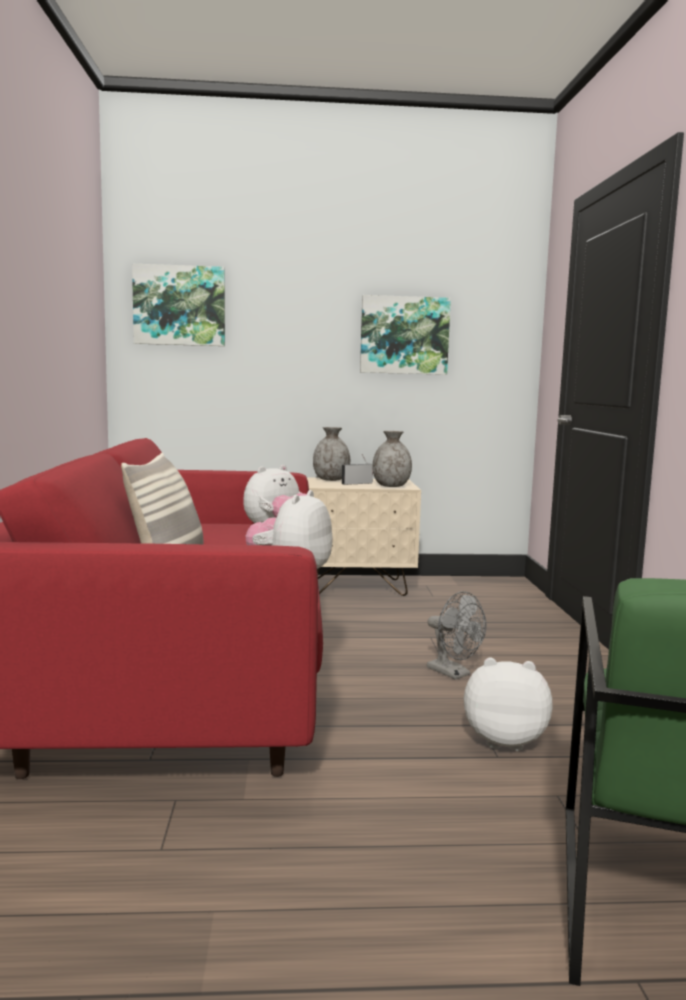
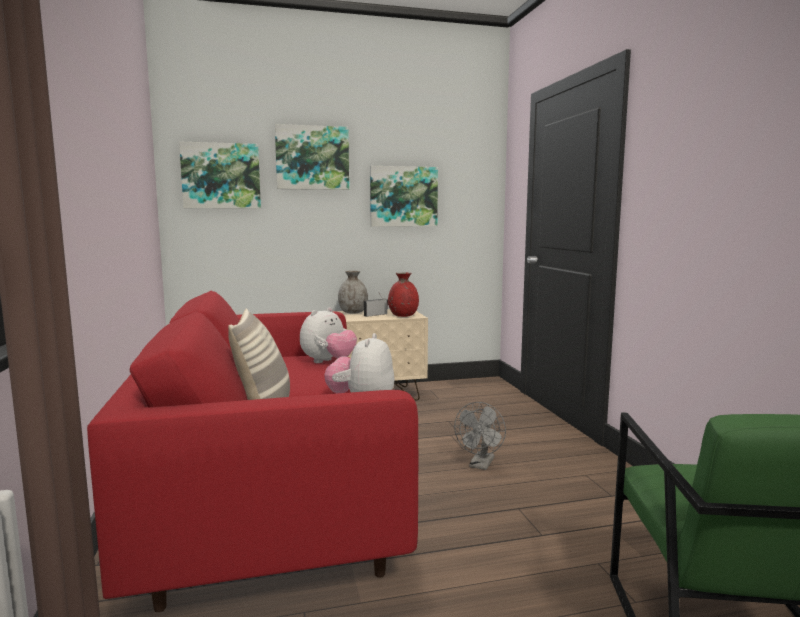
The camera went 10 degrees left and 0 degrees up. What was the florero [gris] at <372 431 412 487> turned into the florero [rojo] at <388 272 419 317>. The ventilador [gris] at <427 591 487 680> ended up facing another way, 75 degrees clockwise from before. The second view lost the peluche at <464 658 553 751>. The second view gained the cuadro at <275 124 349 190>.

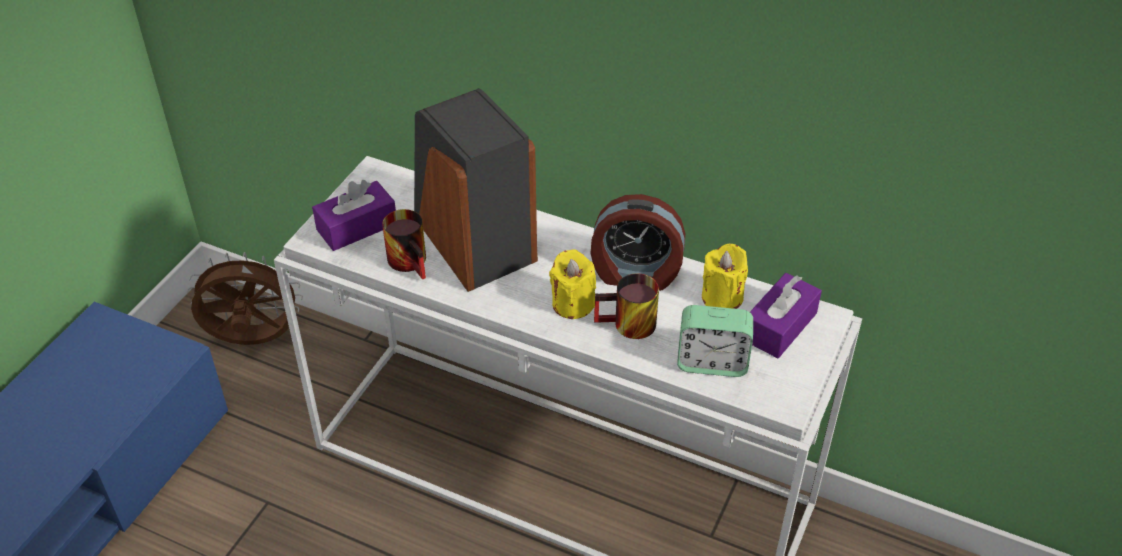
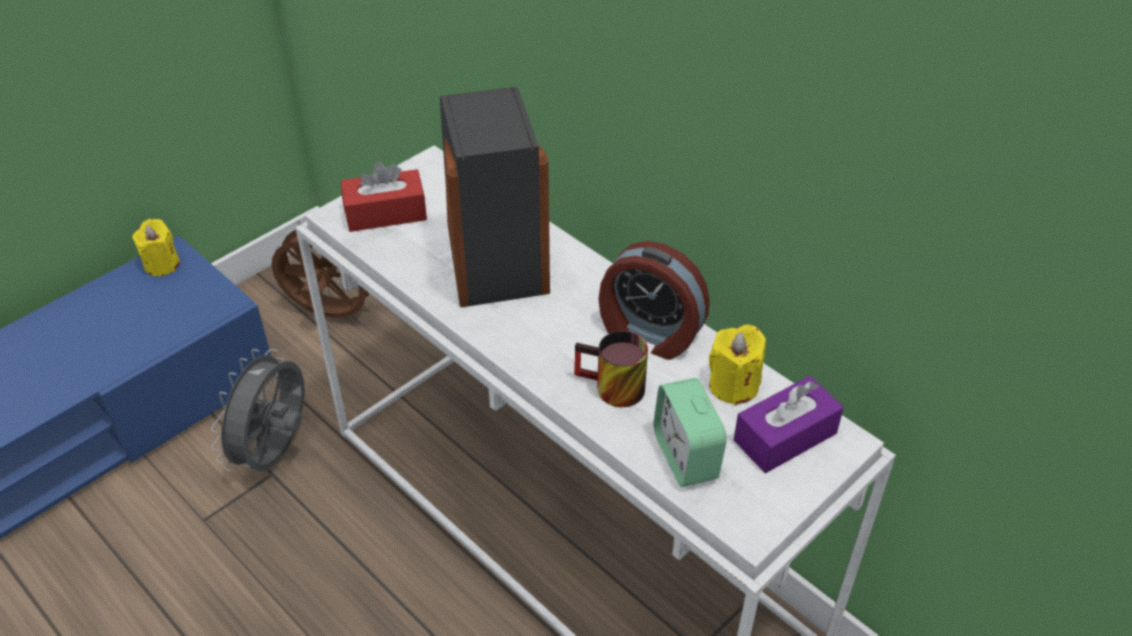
The camera went 20 degrees right and 0 degrees up. What was the caja de pañuelos [morado] at <312 180 396 251> turned into the caja de pañuelos [rojo] at <341 162 427 232>. The second view lost the taza grande at <382 209 426 280>. The vela [amarillo] ended up elsewhere, having gone from <549 249 596 319> to <132 219 180 276>. The despertador at <677 305 753 377> ended up facing another way, 45 degrees clockwise from before. The second view gained the ventilador [gris] at <211 349 305 472>.

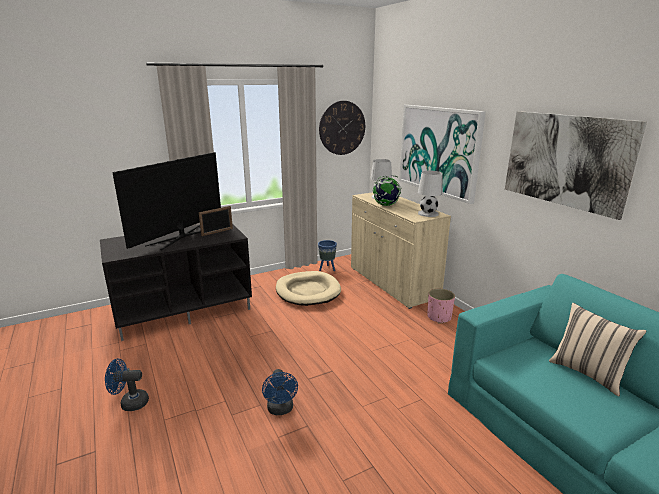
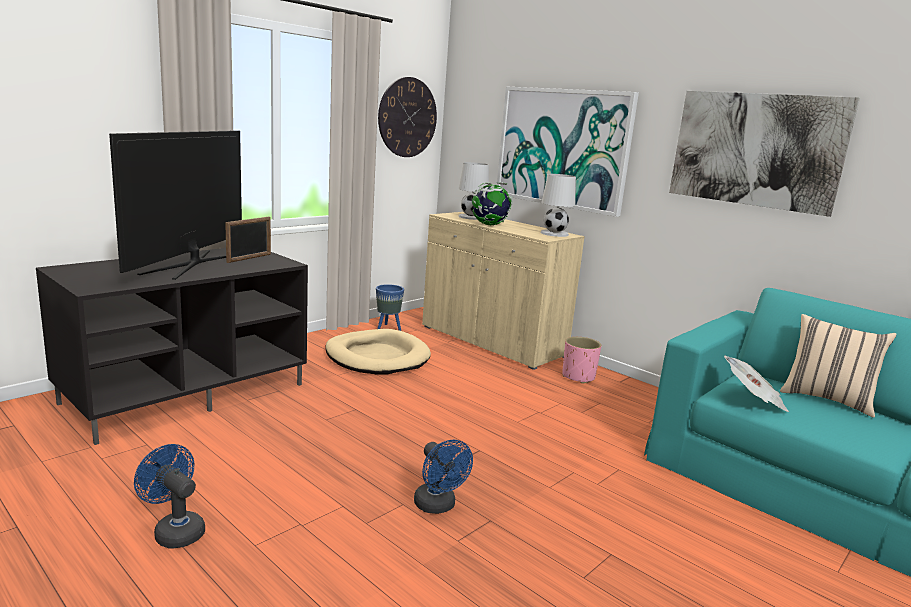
The camera went 20 degrees left and 5 degrees down. The ventilador [azul] at <105 358 149 411> ended up facing another way, 60 degrees clockwise from before. The second view gained the periódico at <724 356 789 412>.

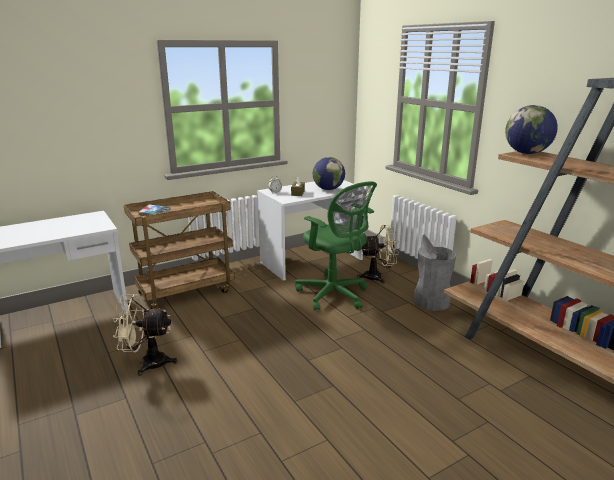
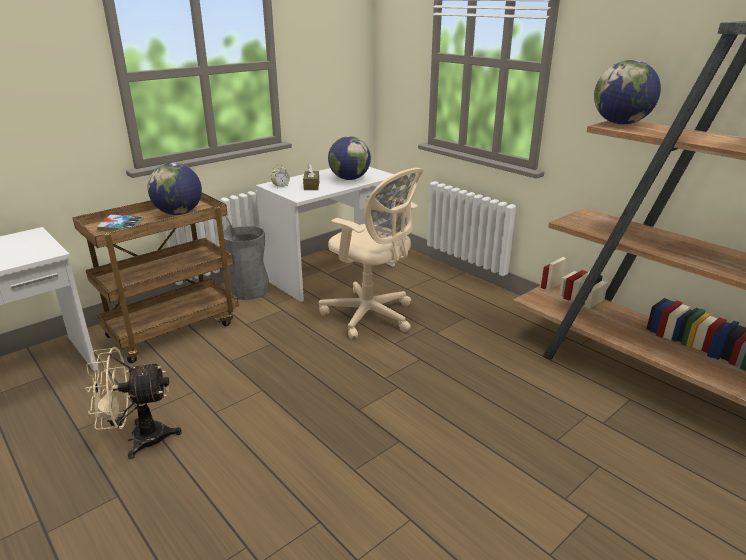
The camera went 10 degrees left and 5 degrees up. What was the silla de oficina [verde] at <295 182 377 310> turned into the silla de oficina [beis] at <319 168 423 339>. The second view lost the ventilador [beis] at <357 225 399 284>. The papelera [gris] ended up elsewhere, having gone from <414 235 456 311> to <223 216 270 300>. The second view gained the globo terráqueo at <148 163 202 215>.

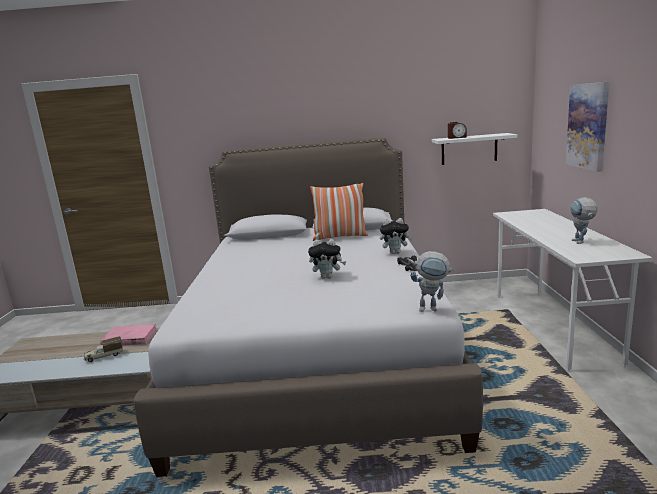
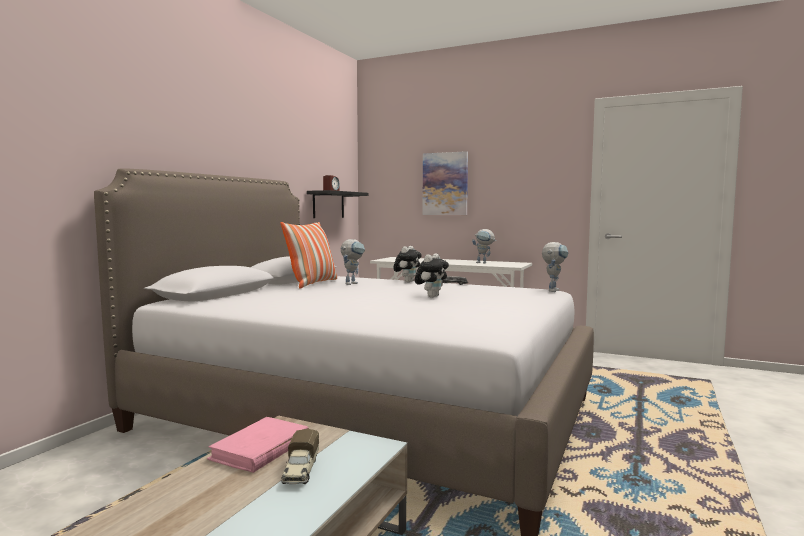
The camera went 65 degrees left and 10 degrees down. What was the estante [blanco] at <432 133 517 165> turned into the estante [negro] at <307 190 368 218>. The second view gained the robot de juguete at <341 239 365 285>.

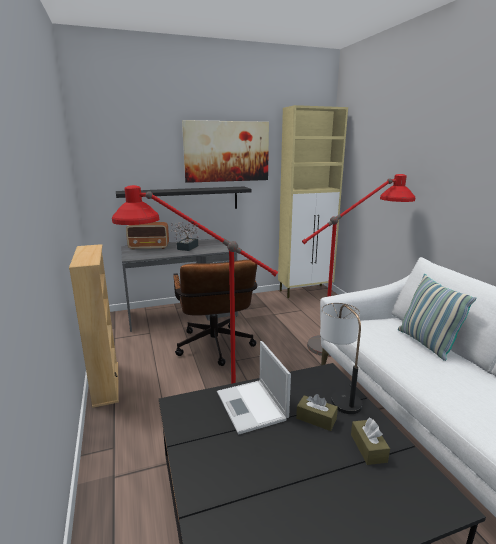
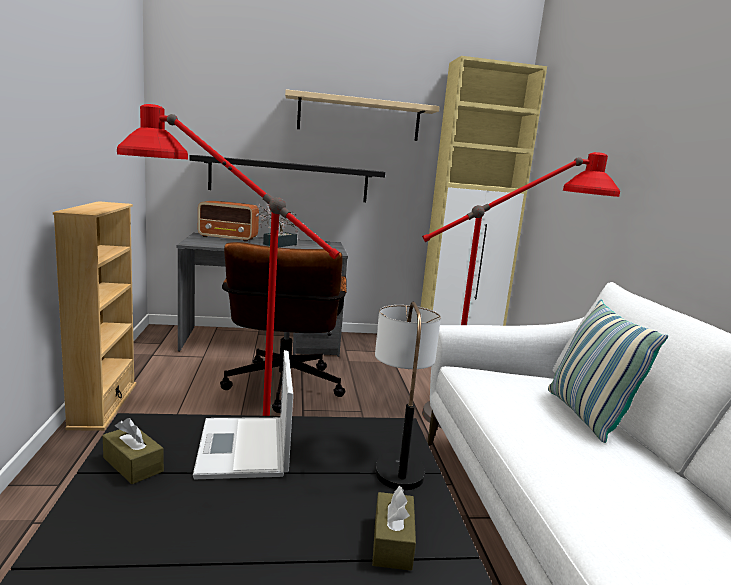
The camera went 10 degrees right and 5 degrees down. Where the cuadro hung at <182 120 269 183>, the estante [beis] came to hang at <285 89 440 141>. The caja de pañuelos [marrón] ended up elsewhere, having gone from <296 394 338 431> to <103 418 164 484>.

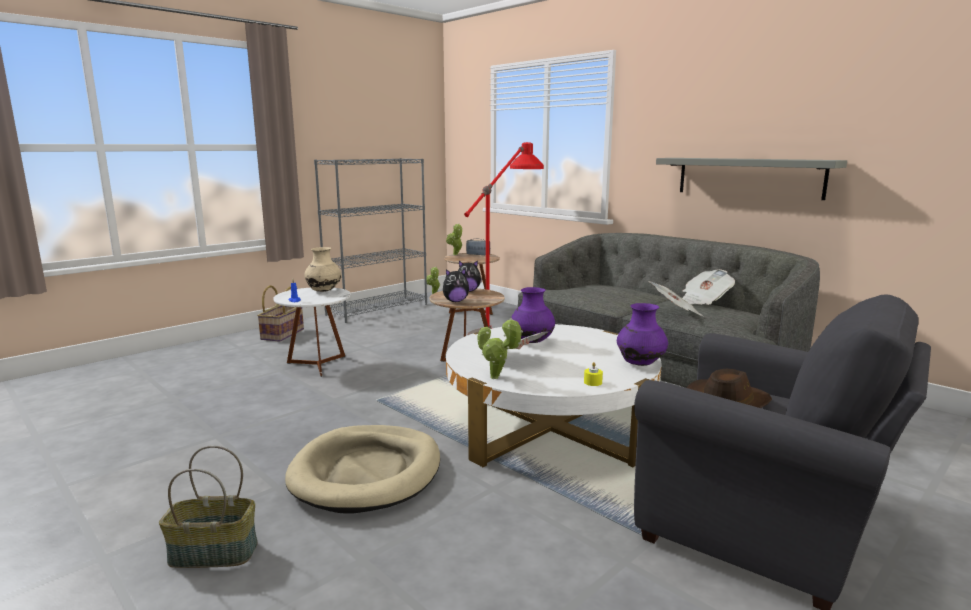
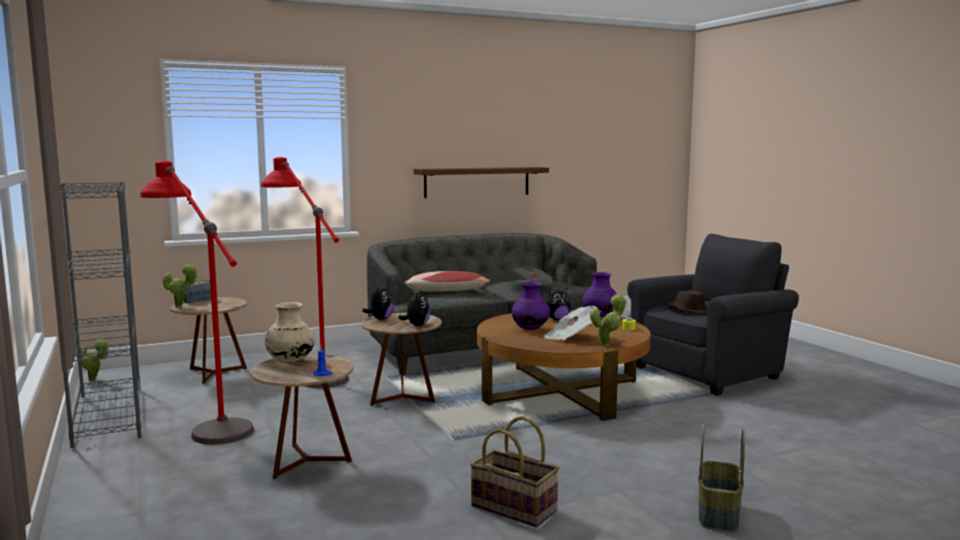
The camera went 70 degrees left and 5 degrees down. What was the estante [gris] at <656 158 847 200> turned into the estante [marrón] at <413 167 549 198>. The second view lost the periódico at <682 269 735 305>. The cesta ended up elsewhere, having gone from <257 285 304 342> to <470 416 559 527>. What was the mesa auxiliar [blanco] at <273 288 351 377> turned into the mesa auxiliar [marrón] at <251 354 354 479>. What was the mesa de centro [blanco] at <446 324 662 467> turned into the mesa de centro [marrón] at <477 310 651 421>. The second view lost the cama para perro [beis] at <285 425 440 513>. The second view gained the lámpara de pie [rojo] at <140 161 254 445>. The second view gained the cojín at <403 271 491 292>. The second view gained the peluche at <547 287 571 320>.

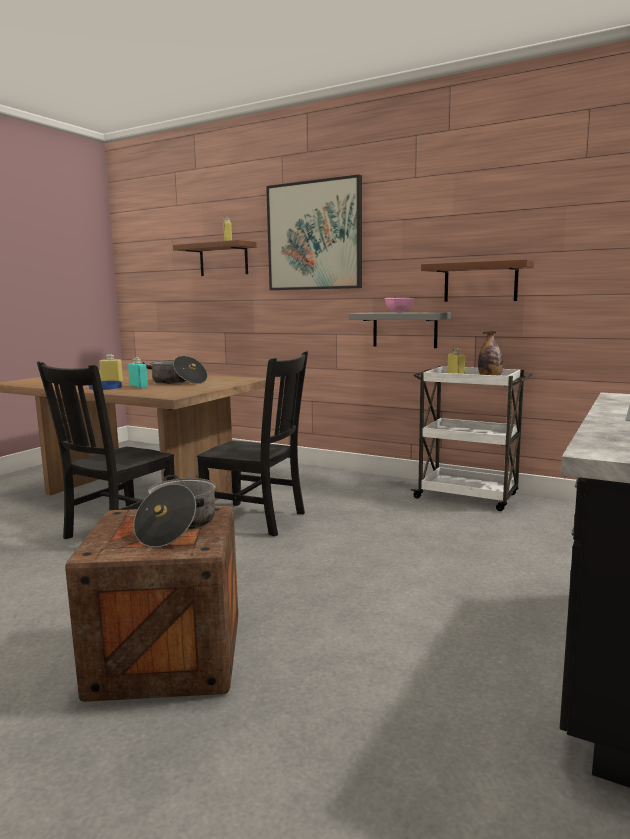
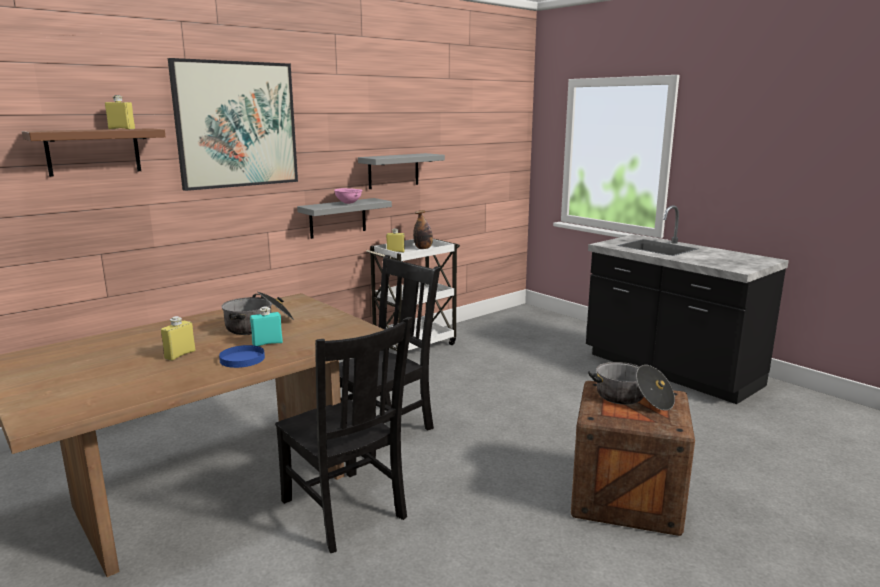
The camera went 70 degrees left and 5 degrees up. What was the estante [marrón] at <421 259 534 302> turned into the estante [gris] at <358 153 445 189>.

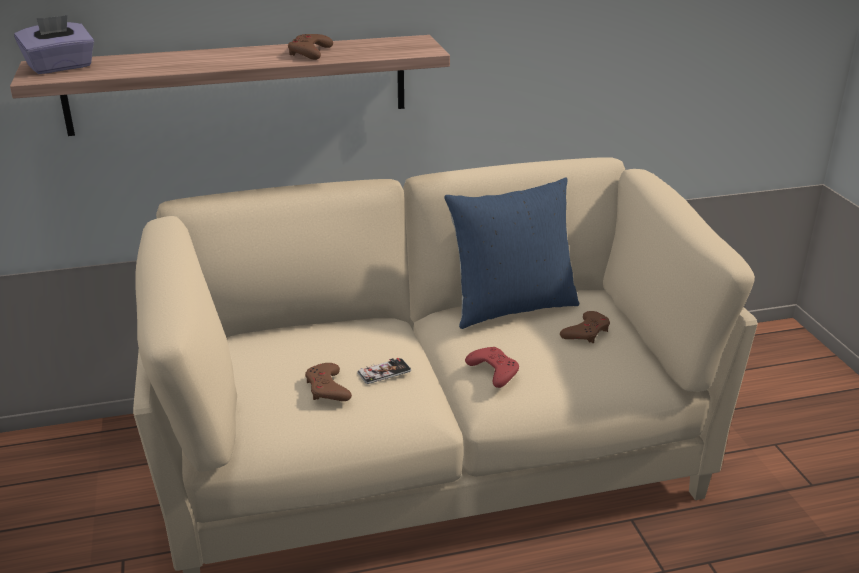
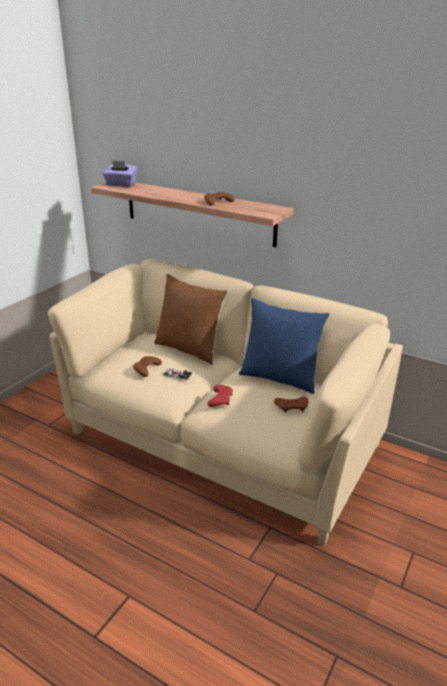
The camera went 45 degrees right and 0 degrees up. The second view gained the cojín [marrón] at <154 274 227 365>.

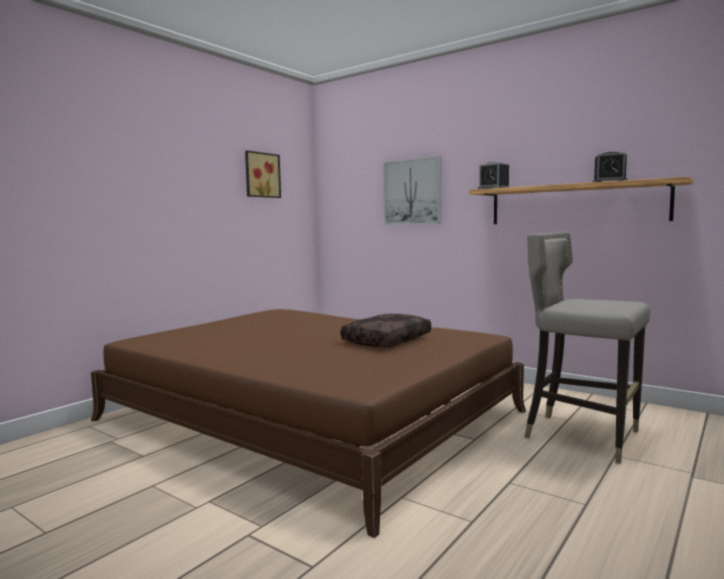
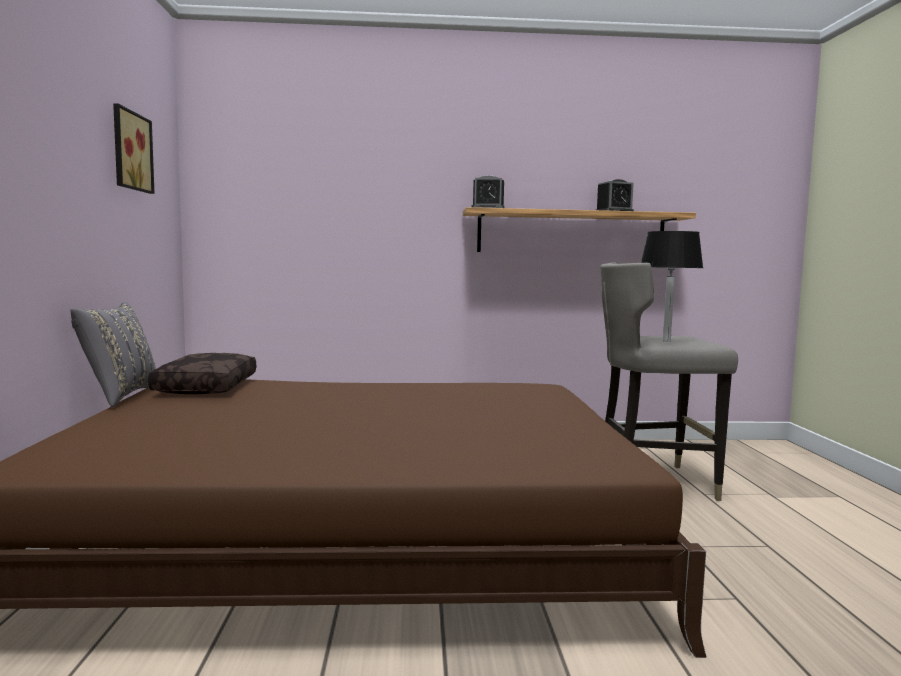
The camera went 40 degrees left and 0 degrees up. The second view lost the cuadro at <383 156 441 225>. The cojín [marrón] ended up elsewhere, having gone from <341 314 431 347> to <148 353 256 394>. The second view gained the lámpara de mesa [negro] at <641 231 703 342>. The second view gained the cojín [gris] at <70 302 156 407>.

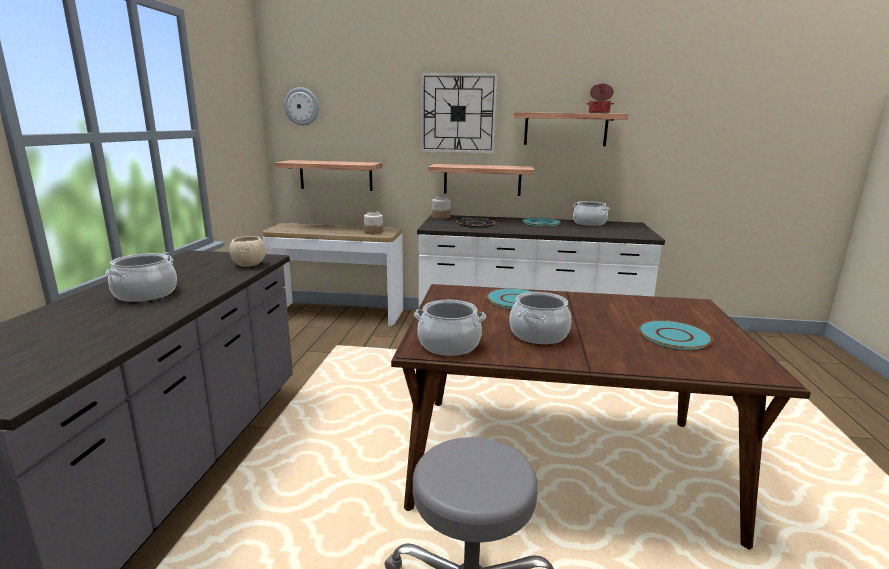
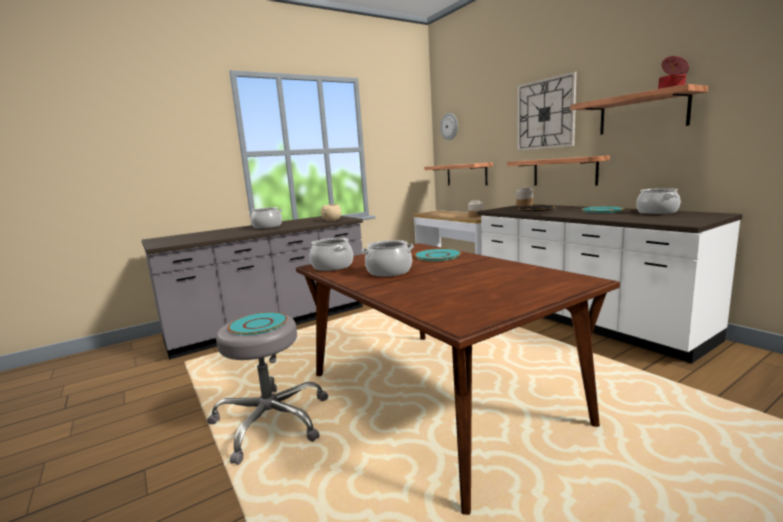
The camera went 50 degrees right and 5 degrees down. The plato [turquesa] ended up elsewhere, having gone from <638 320 713 350> to <228 312 287 335>.

